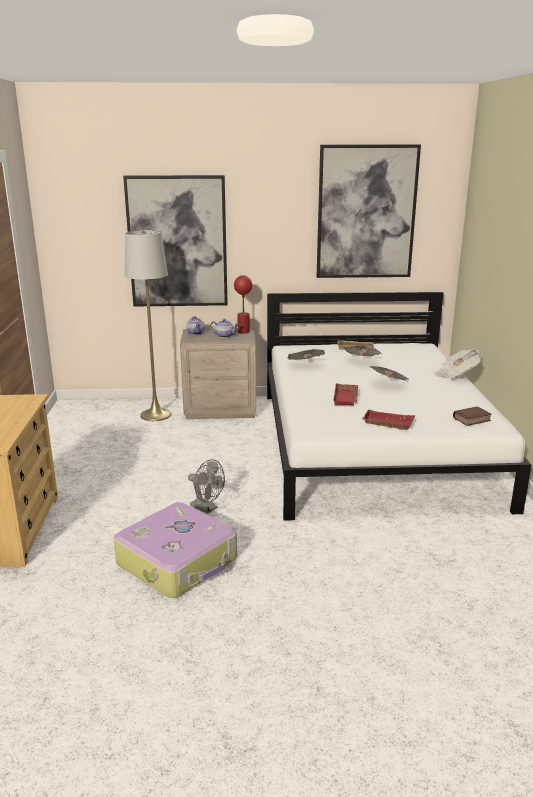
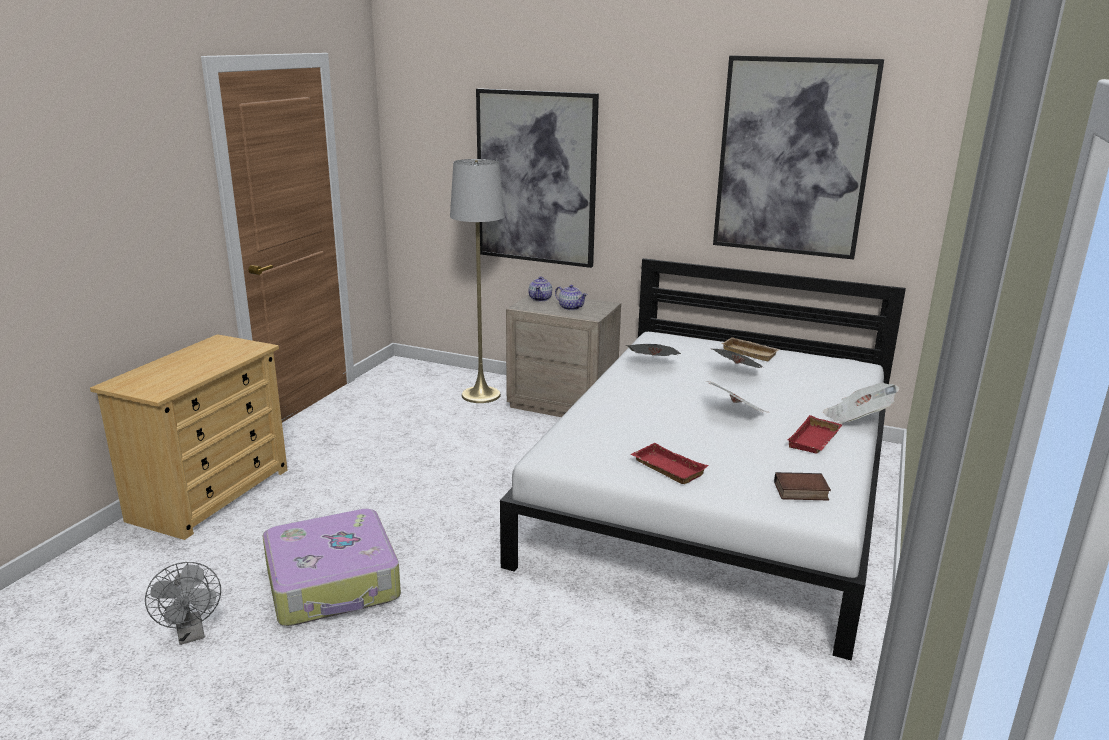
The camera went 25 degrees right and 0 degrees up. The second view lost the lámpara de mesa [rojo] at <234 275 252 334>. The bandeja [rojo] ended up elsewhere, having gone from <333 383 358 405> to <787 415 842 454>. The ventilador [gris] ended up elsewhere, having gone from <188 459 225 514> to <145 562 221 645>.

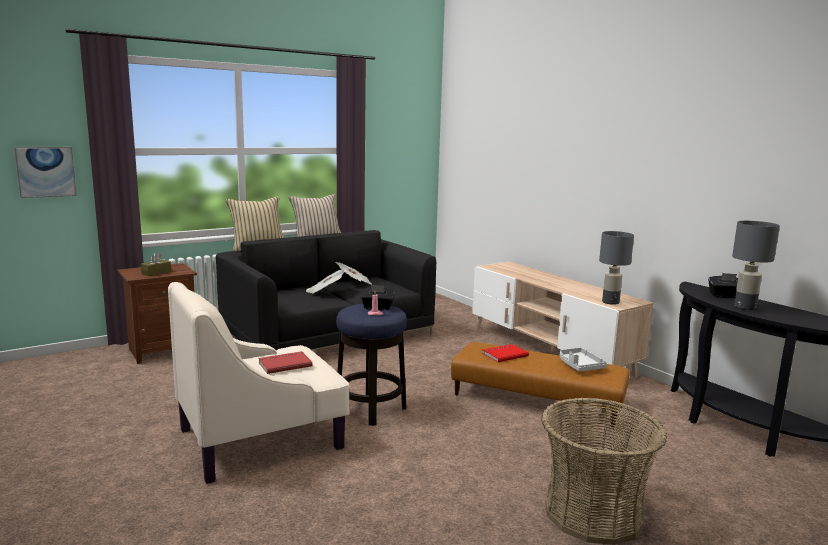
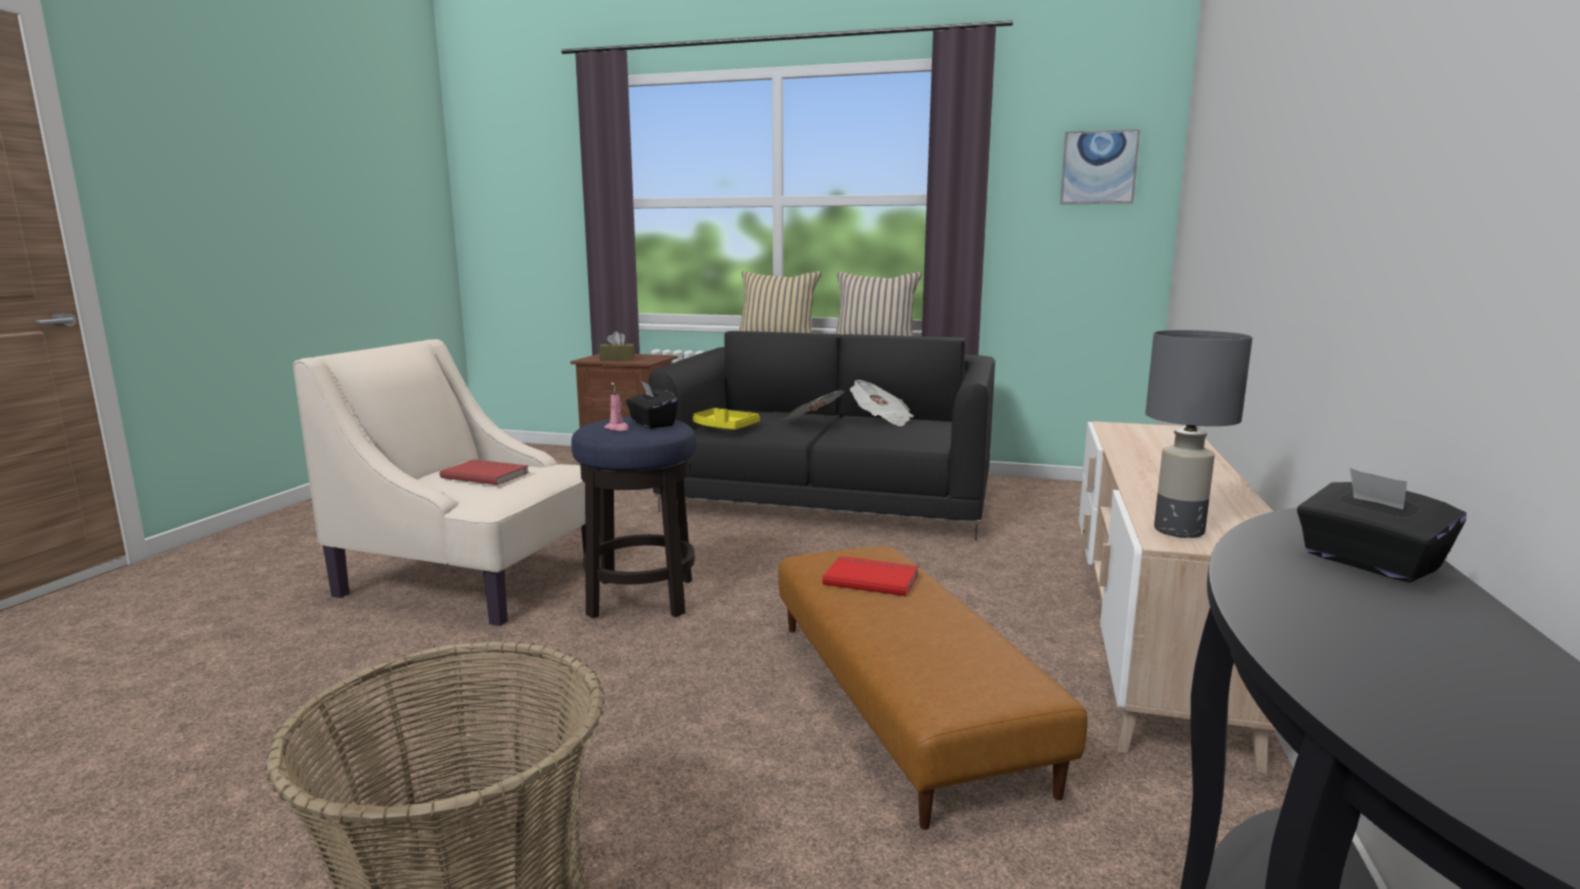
The camera went 50 degrees right and 0 degrees up. The cuadro ended up elsewhere, having gone from <14 147 77 198> to <1060 129 1140 204>. The second view lost the lámpara de mesa [gris] at <732 221 780 310>. The second view lost the bandeja [gris] at <560 348 607 371>. The second view gained the bandeja [amarillo] at <693 408 760 430>.

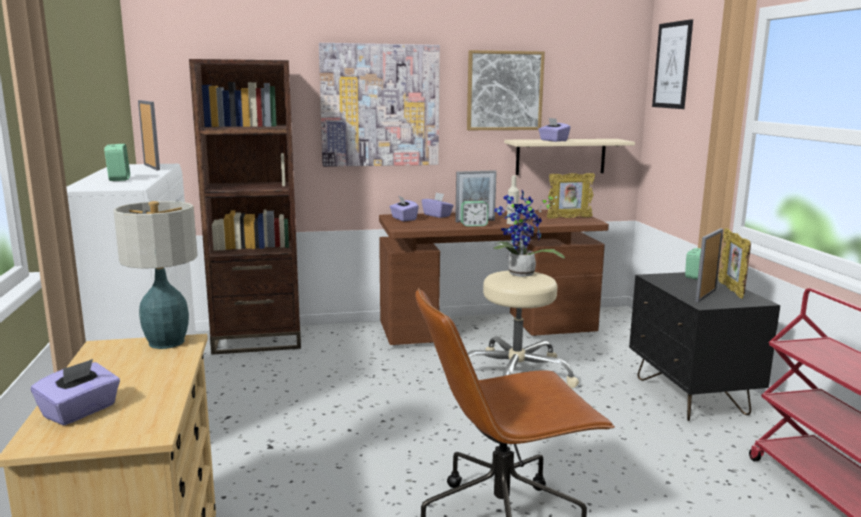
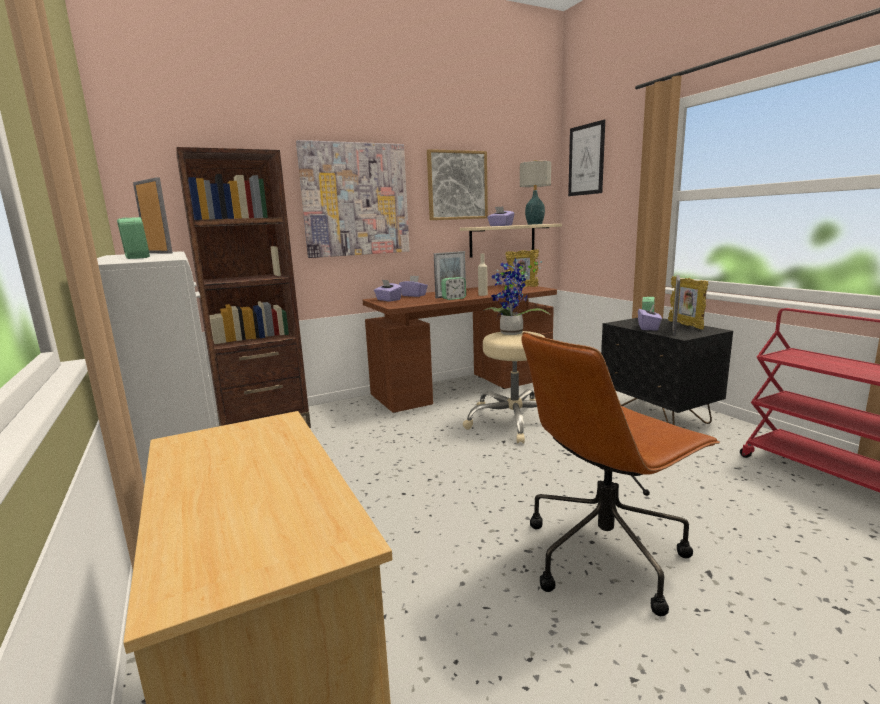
The camera went 15 degrees left and 0 degrees up. The lámpara de mesa ended up elsewhere, having gone from <113 201 198 349> to <520 160 551 225>. The caja de pañuelos [morado] ended up elsewhere, having gone from <31 359 120 426> to <638 304 662 330>.

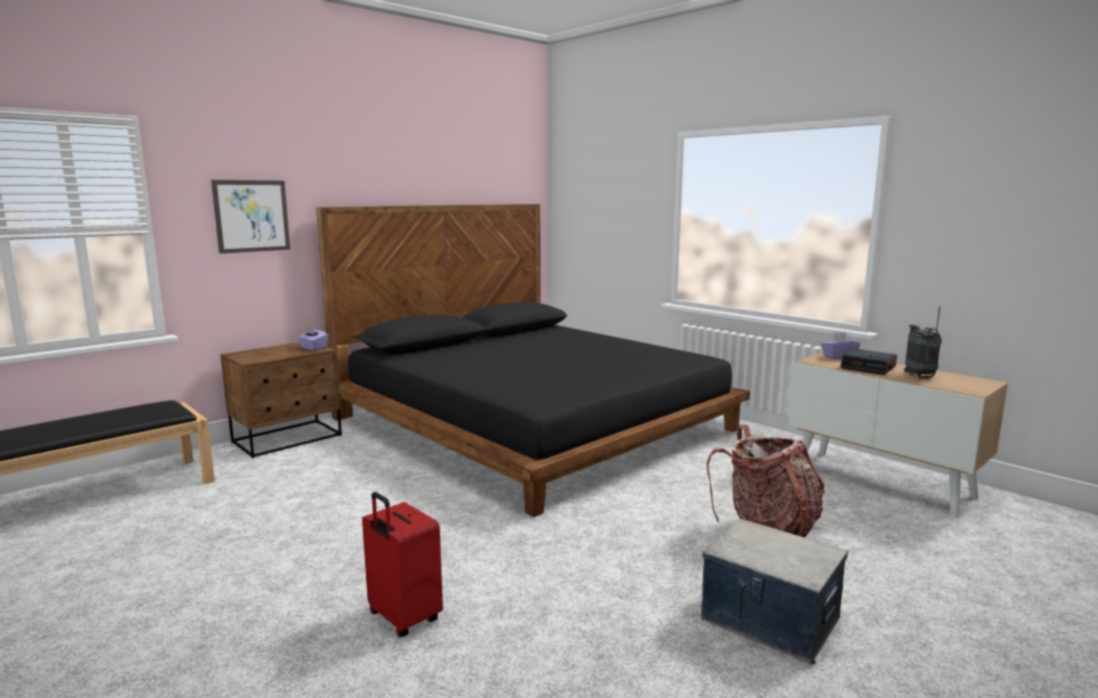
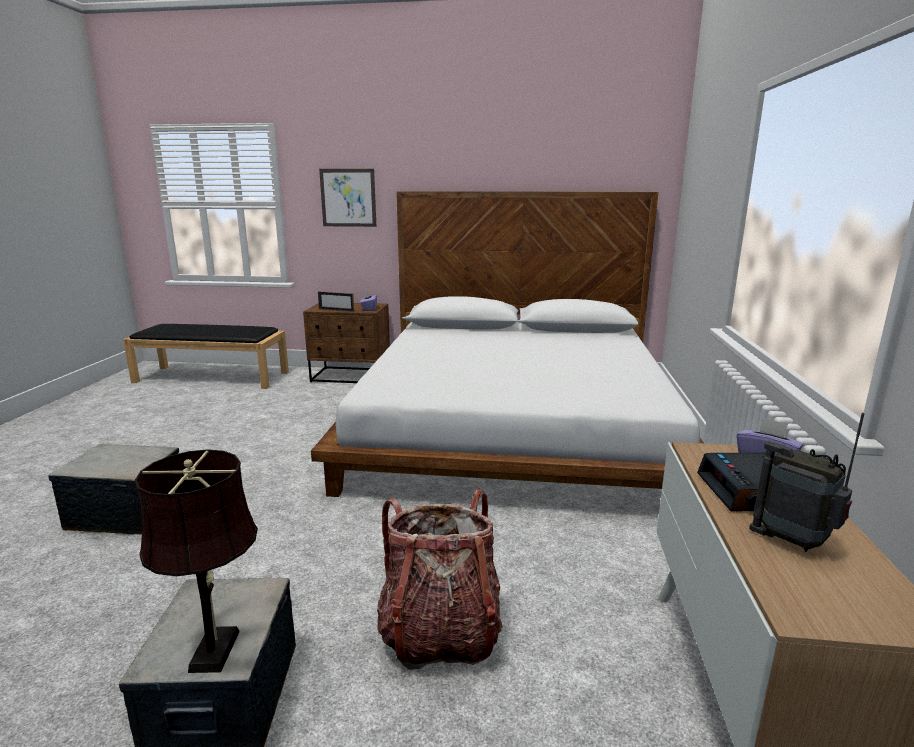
The camera went 50 degrees right and 5 degrees up. What was the cama [negro] at <316 204 750 517> turned into the cama [blanco] at <311 191 704 497>. The radio at <904 306 942 378> ended up facing another way, 90 degrees counterclockwise from before. Where the maleta [rojo] stood at <362 492 443 637>, the caja de almacenaje came to stand at <48 444 179 535>. The second view gained the portarretratos at <318 291 354 312>. The second view gained the lámpara de mesa [marrón] at <135 449 258 673>.

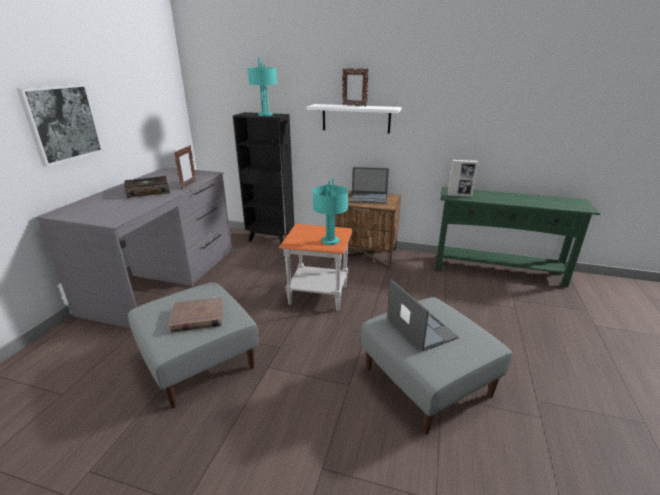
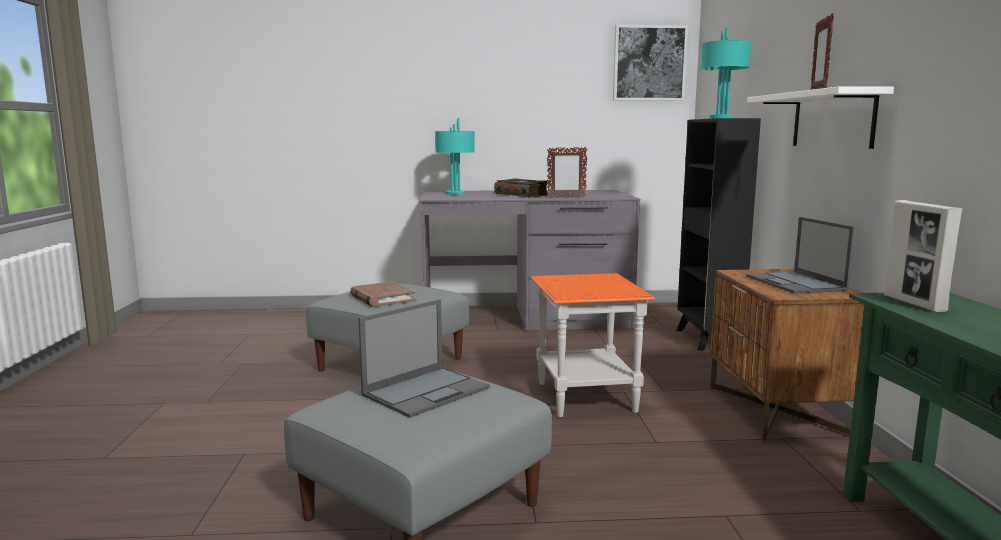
The camera went 70 degrees right and 15 degrees down. The cuadro ended up elsewhere, having gone from <17 84 104 167> to <613 25 688 101>. The lámpara de mesa [turquesa] ended up elsewhere, having gone from <313 178 348 245> to <435 118 475 195>.

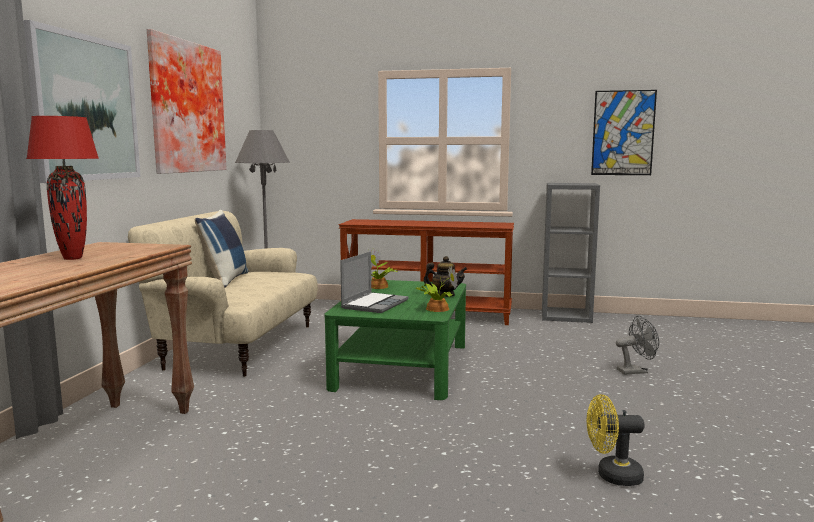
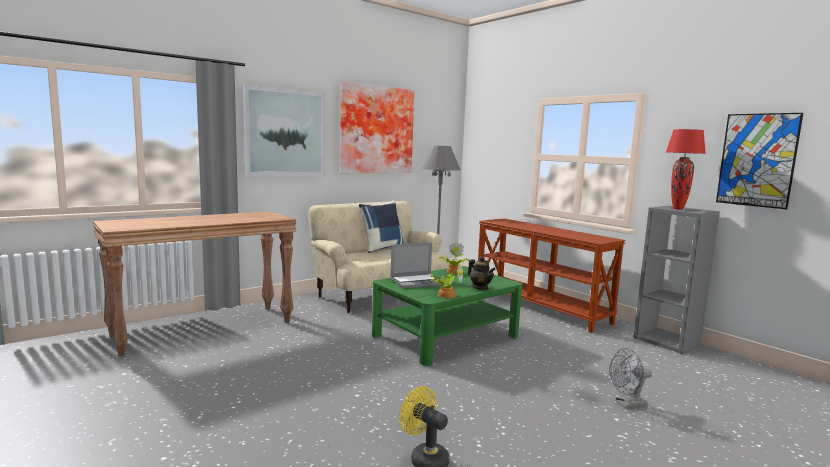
The camera went 40 degrees right and 0 degrees up. The lámpara de mesa [rojo] ended up elsewhere, having gone from <26 116 99 260> to <666 129 706 210>. The ventilador [gris] at <616 316 659 375> ended up facing another way, 135 degrees clockwise from before.

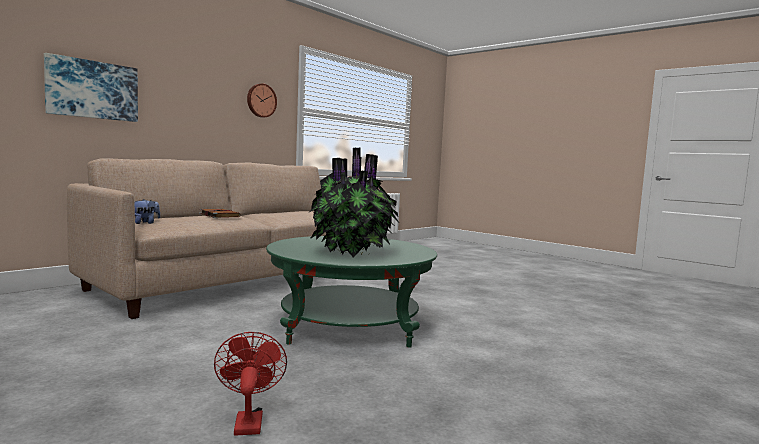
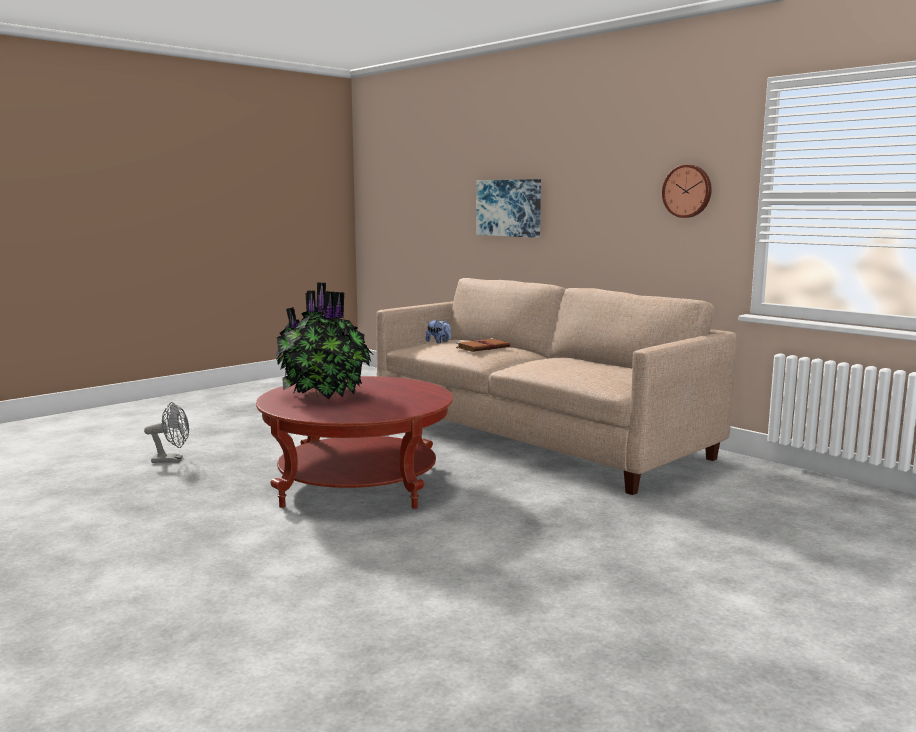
The camera went 95 degrees right and 5 degrees up. What was the mesa de centro [verde] at <266 236 437 348> turned into the mesa de centro [rojo] at <256 376 453 509>. What was the ventilador [rojo] at <214 332 287 436> turned into the ventilador [gris] at <144 402 189 463>.

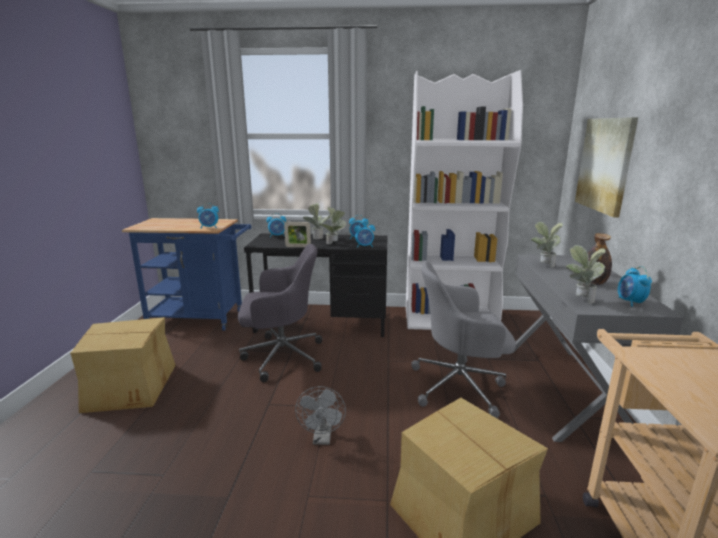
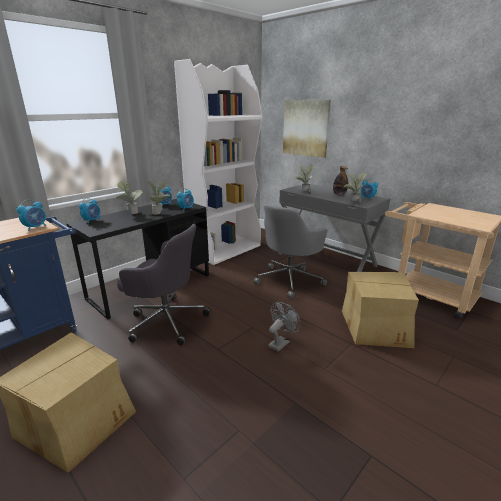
The camera went 50 degrees left and 5 degrees up. The second view lost the portarretratos at <284 222 311 247>. The silla de oficina [gris] at <238 244 322 382> ended up facing another way, 75 degrees clockwise from before. The ventilador [gris] at <295 386 346 445> ended up facing another way, 90 degrees counterclockwise from before.

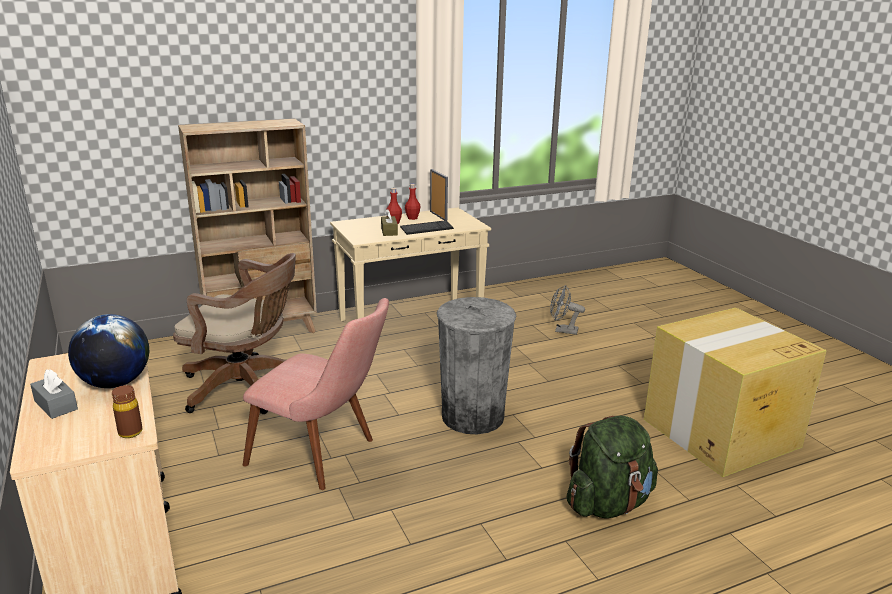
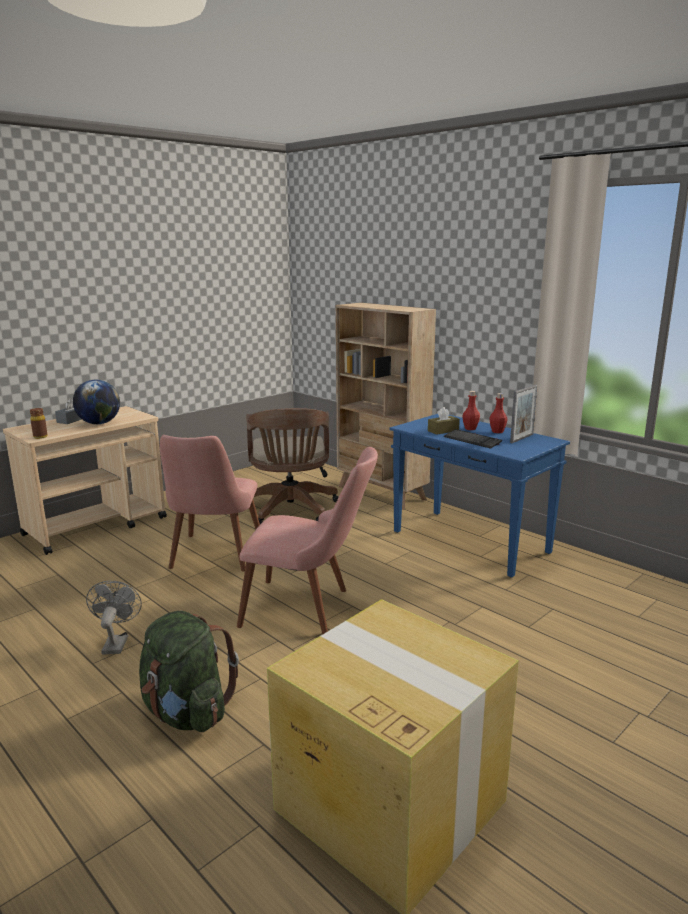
The camera went 70 degrees right and 5 degrees down. What was the mesa consola [beis] at <330 208 491 321> turned into the mesa consola [azul] at <390 414 570 578>. The ventilador [gris] ended up elsewhere, having gone from <550 285 585 335> to <86 581 142 655>. Where the papelera [gris] stood at <437 297 516 434>, the silla [rosa] came to stand at <237 447 378 635>.

